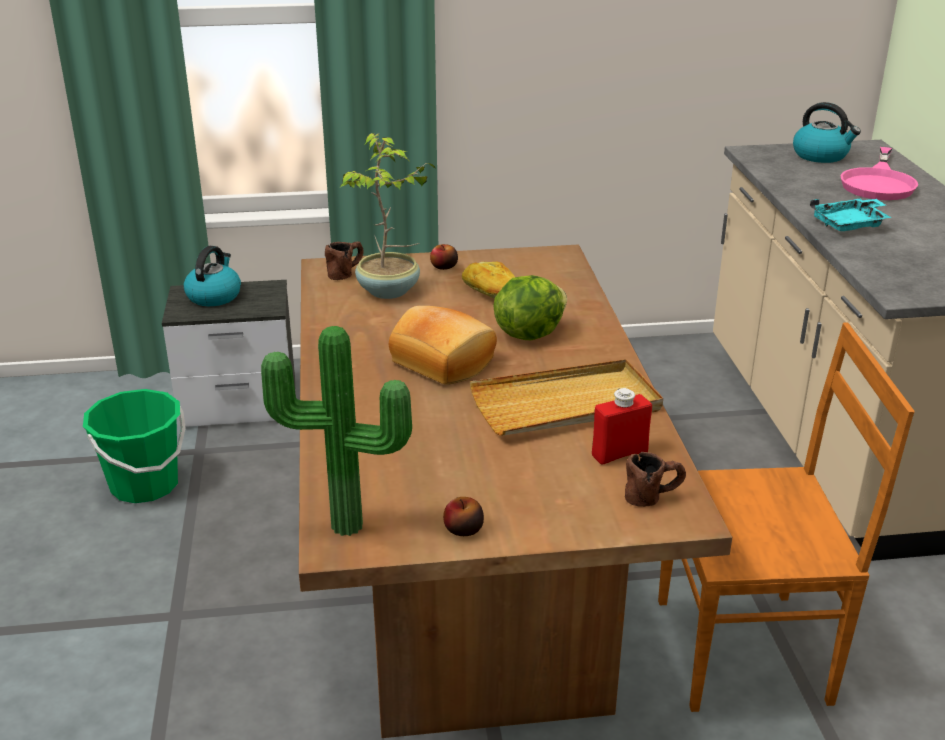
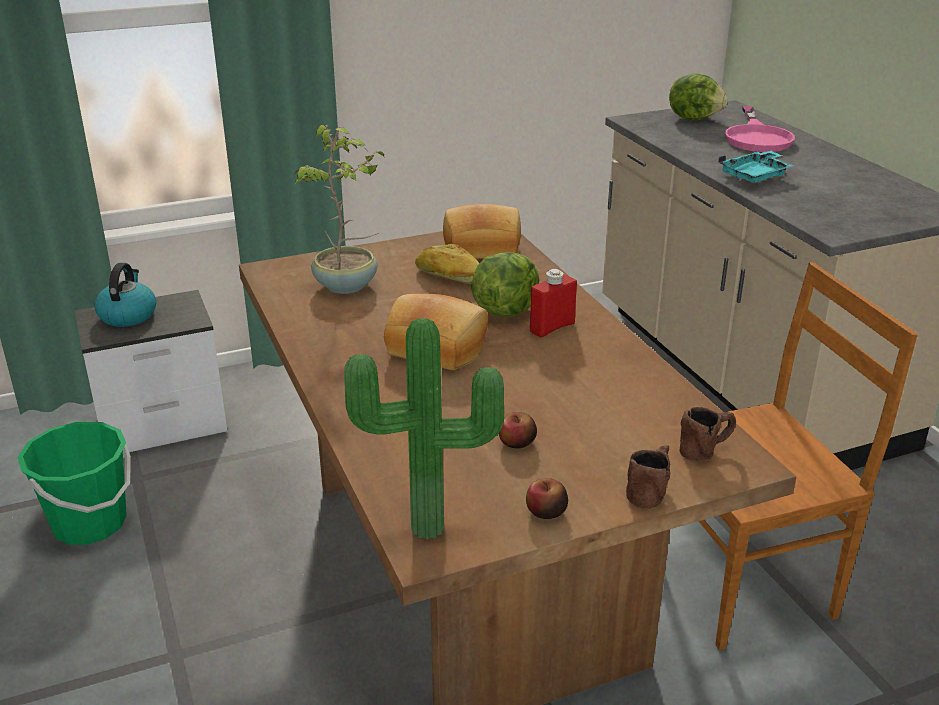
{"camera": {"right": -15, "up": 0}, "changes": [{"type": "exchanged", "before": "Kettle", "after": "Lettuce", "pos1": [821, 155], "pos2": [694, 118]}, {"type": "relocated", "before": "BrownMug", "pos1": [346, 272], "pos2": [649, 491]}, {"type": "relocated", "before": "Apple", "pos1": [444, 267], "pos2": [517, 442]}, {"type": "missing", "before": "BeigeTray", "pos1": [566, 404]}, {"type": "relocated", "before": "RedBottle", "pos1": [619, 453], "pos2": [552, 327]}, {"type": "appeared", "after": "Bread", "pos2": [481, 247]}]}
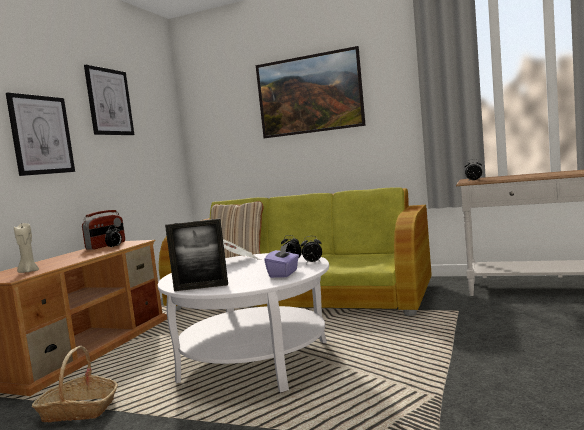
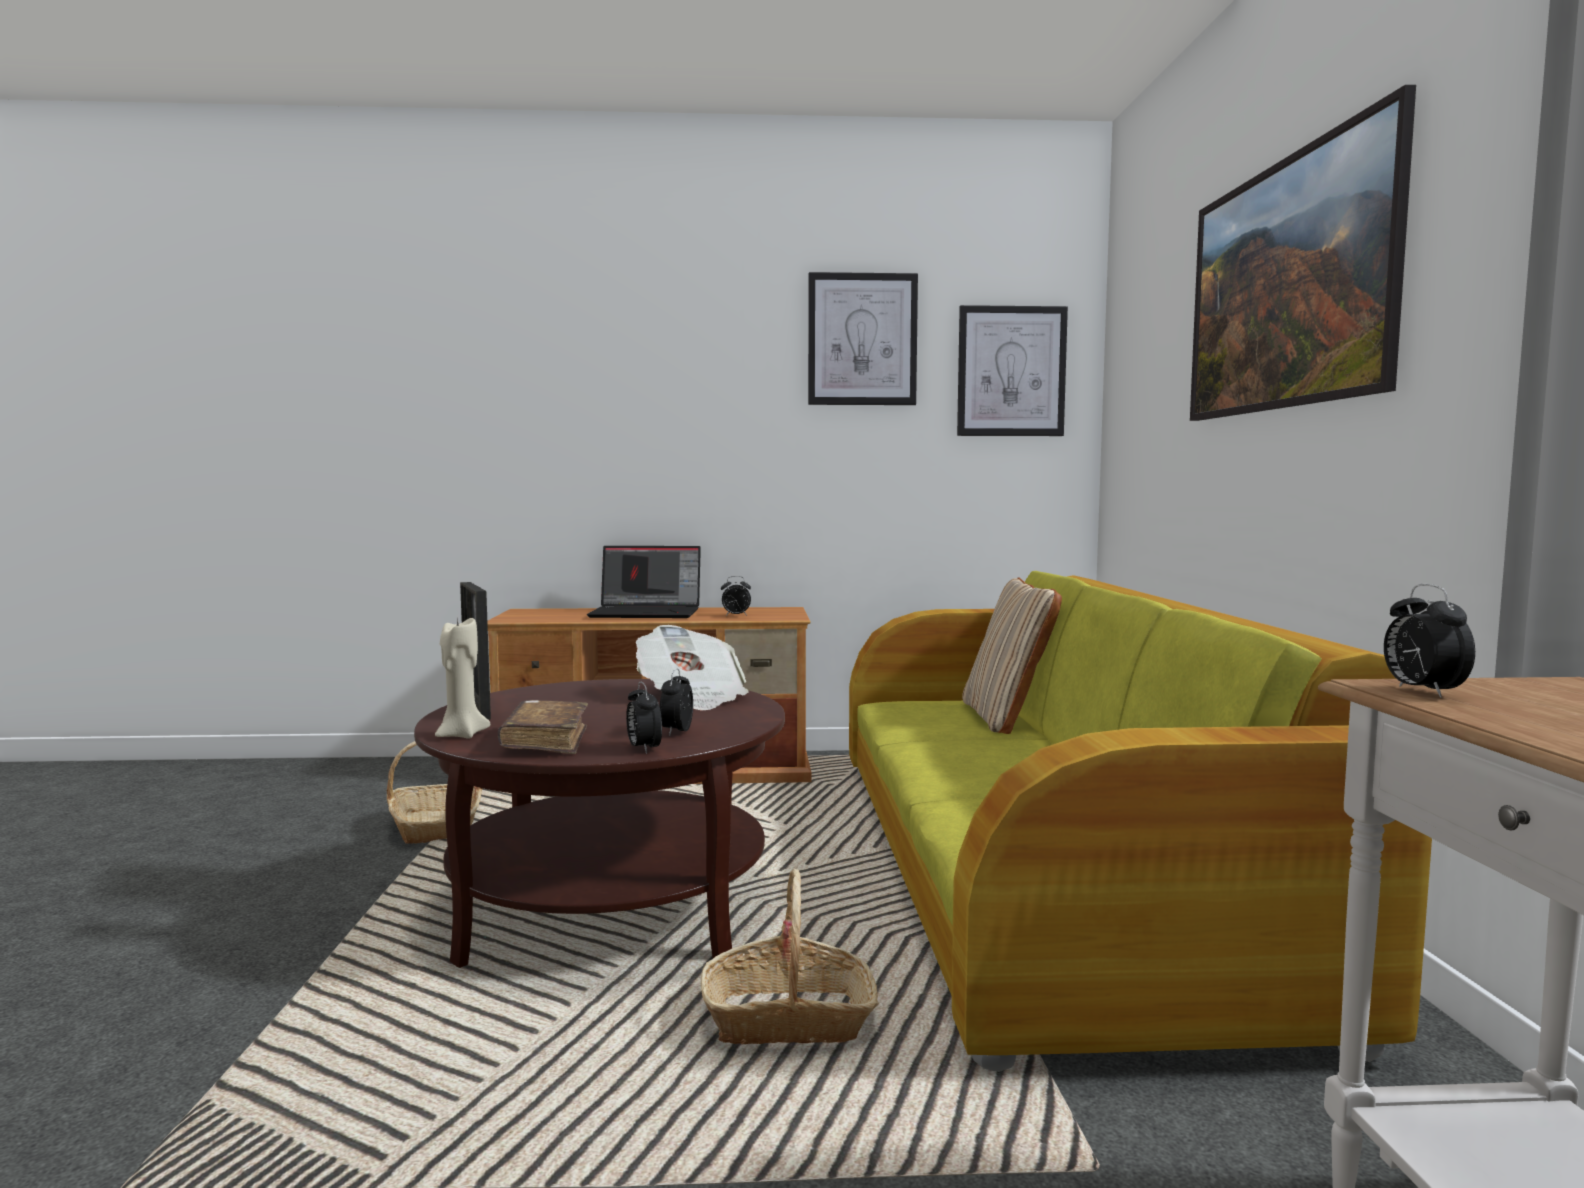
{"camera": {"right": 65, "up": 0}, "changes": [{"type": "relocated", "before": "Picture", "pos1": [41, 135], "pos2": [1011, 371]}, {"type": "missing", "before": "Radio", "pos1": [106, 245]}, {"type": "relocated", "before": "BeigeCandle", "pos1": [28, 272], "pos2": [461, 735]}, {"type": "exchanged", "before": "PurpleTissueBox", "after": "BrownBook", "pos1": [284, 274], "pos2": [546, 741]}, {"type": "colour", "before": "WhiteCoffeeTable", "after": "BrownCoffeeTable", "pos1": [255, 361], "pos2": [610, 907]}, {"type": "appeared", "after": "Laptop", "pos2": [647, 613]}, {"type": "appeared", "after": "Basket", "pos2": [788, 1019]}]}
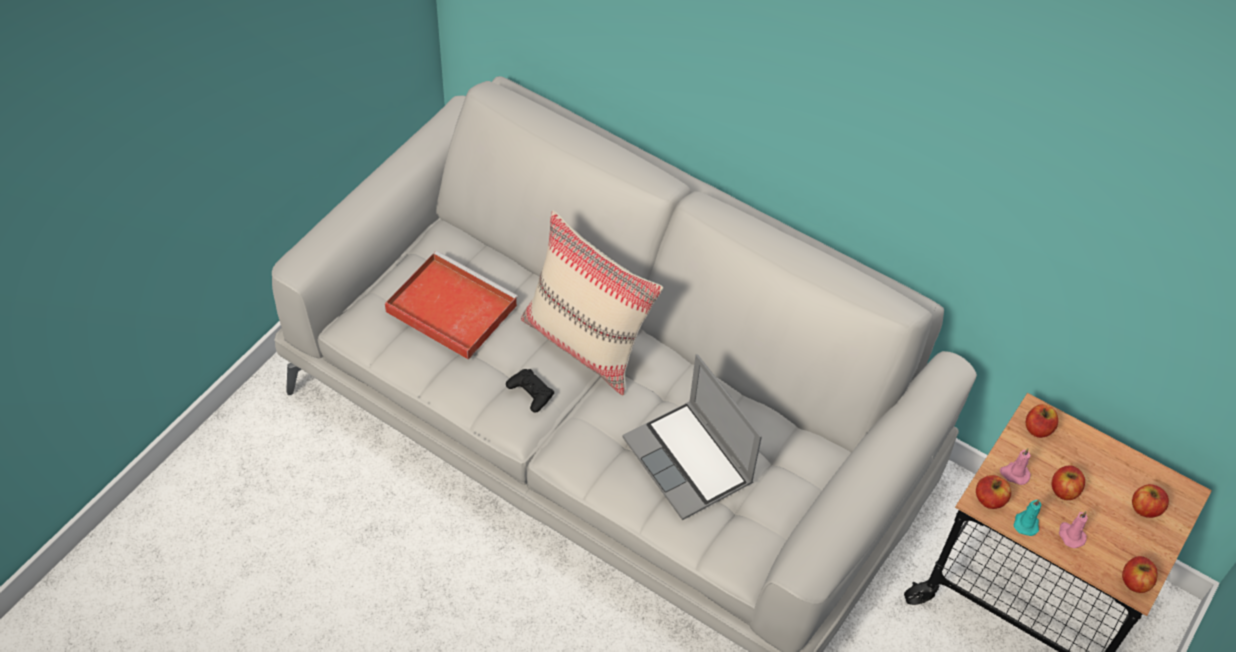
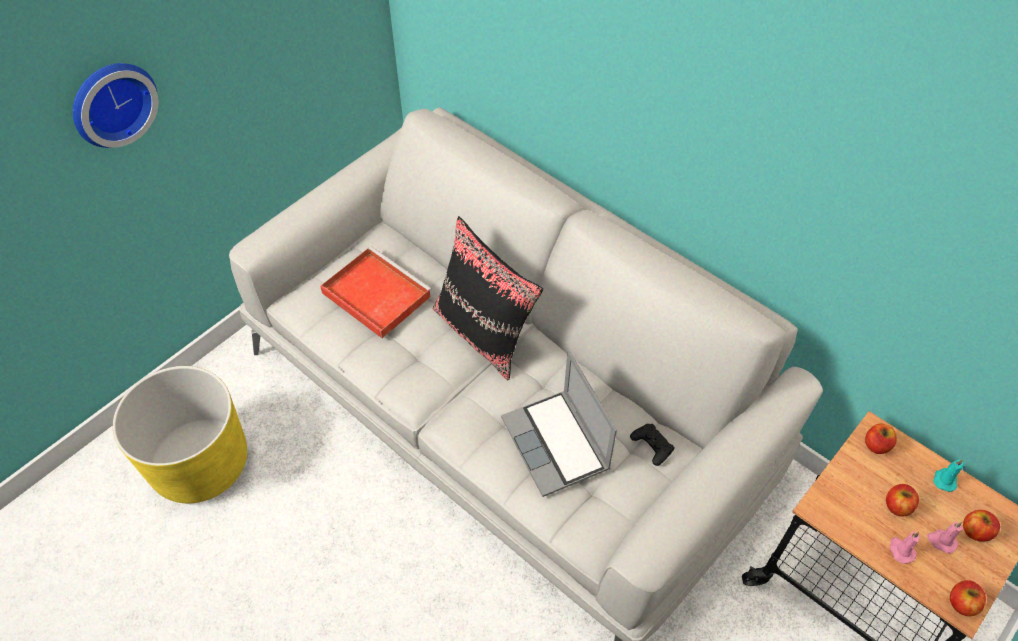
{"camera": {"right": 10, "up": 0}, "changes": [{"type": "colour", "before": "BeigePillow", "after": "BlackPillow", "pos1": [586, 344], "pos2": [484, 333]}, {"type": "relocated", "before": "BlackGameController", "pos1": [530, 392], "pos2": [652, 446]}, {"type": "relocated", "before": "PinkCandle", "pos1": [1014, 474], "pos2": [941, 541]}, {"type": "missing", "before": "Apple", "pos1": [989, 499]}, {"type": "relocated", "before": "TurquoiseCandle", "pos1": [1026, 523], "pos2": [944, 479]}, {"type": "appeared", "after": "WallClock", "pos2": [111, 102]}, {"type": "appeared", "after": "YellowPlanter", "pos2": [200, 463]}]}
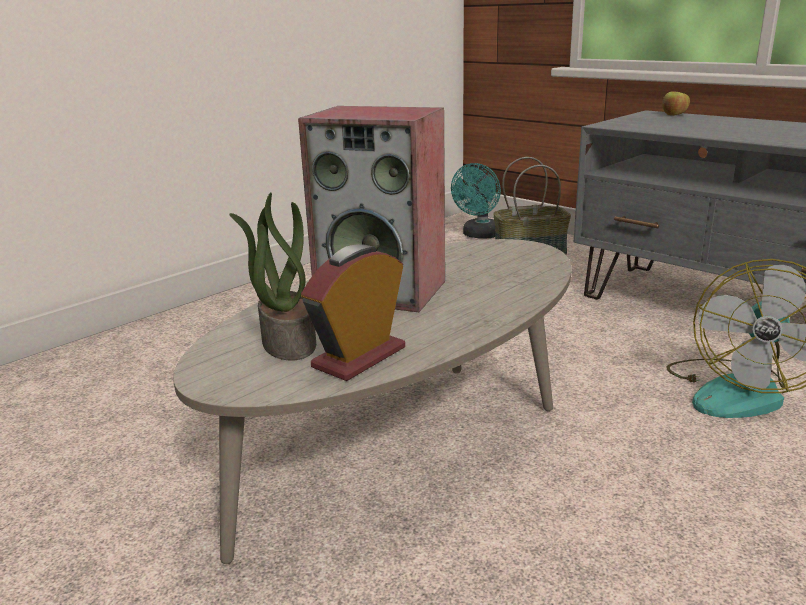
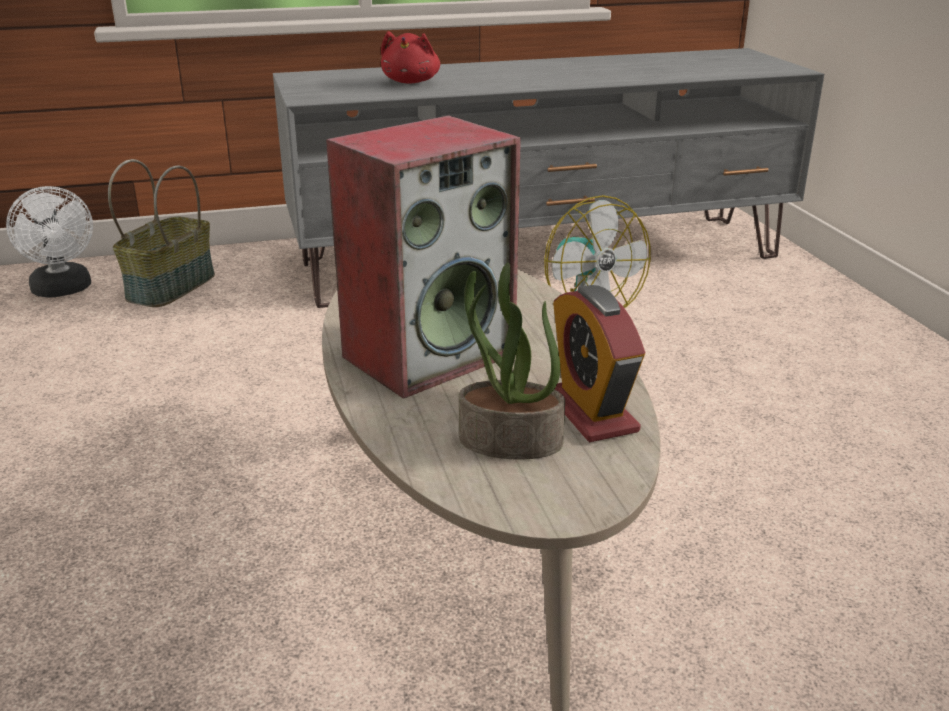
{"camera": {"right": -60, "up": 5}, "changes": [{"type": "missing", "before": "Apple", "pos1": [674, 115]}, {"type": "colour", "before": "TurquoiseFan", "after": "WhiteFan", "pos1": [479, 235], "pos2": [63, 290]}, {"type": "appeared", "after": "RedPlushToy", "pos2": [411, 82]}]}
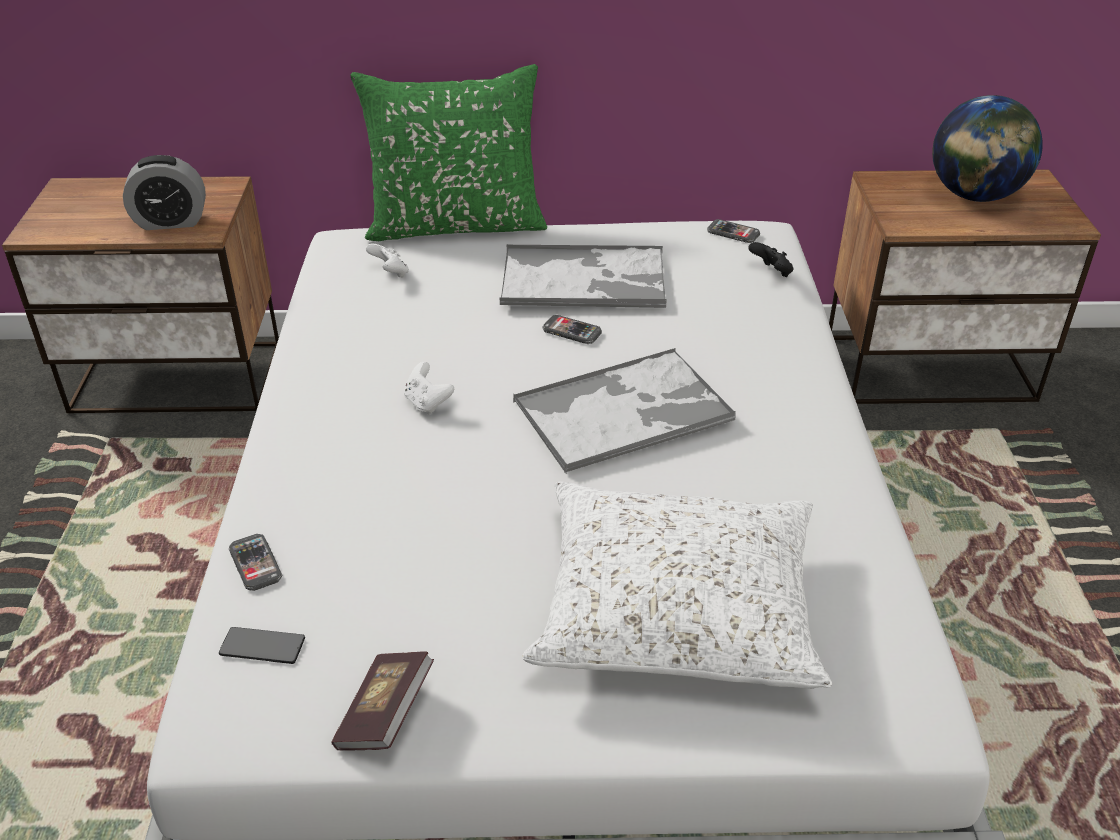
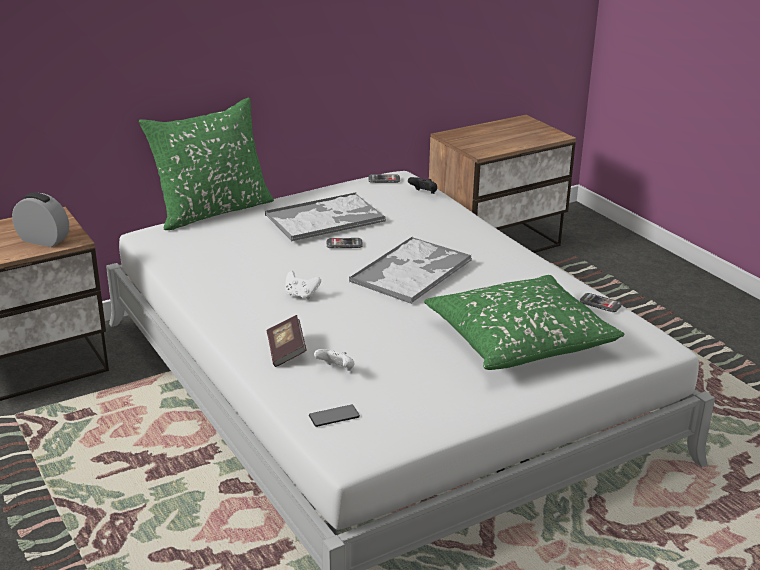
{"camera": {"right": -30, "up": -10}, "changes": [{"type": "missing", "before": "Globe", "pos1": [974, 196]}, {"type": "spun", "before": "AlarmClock", "pos1": [171, 222], "pos2": [43, 240], "turn": -120}, {"type": "relocated", "before": "WhiteGameController", "pos1": [390, 273], "pos2": [336, 370]}, {"type": "colour", "before": "WhitePillow", "after": "GreenPillow", "pos1": [677, 608], "pos2": [519, 340]}, {"type": "relocated", "before": "Phone", "pos1": [255, 564], "pos2": [600, 304]}, {"type": "relocated", "before": "Book", "pos1": [385, 715], "pos2": [286, 351]}]}
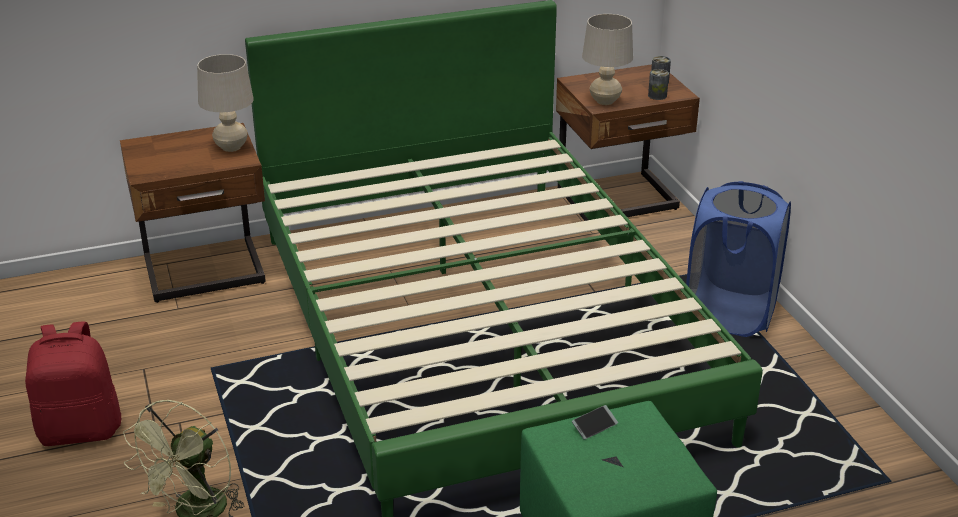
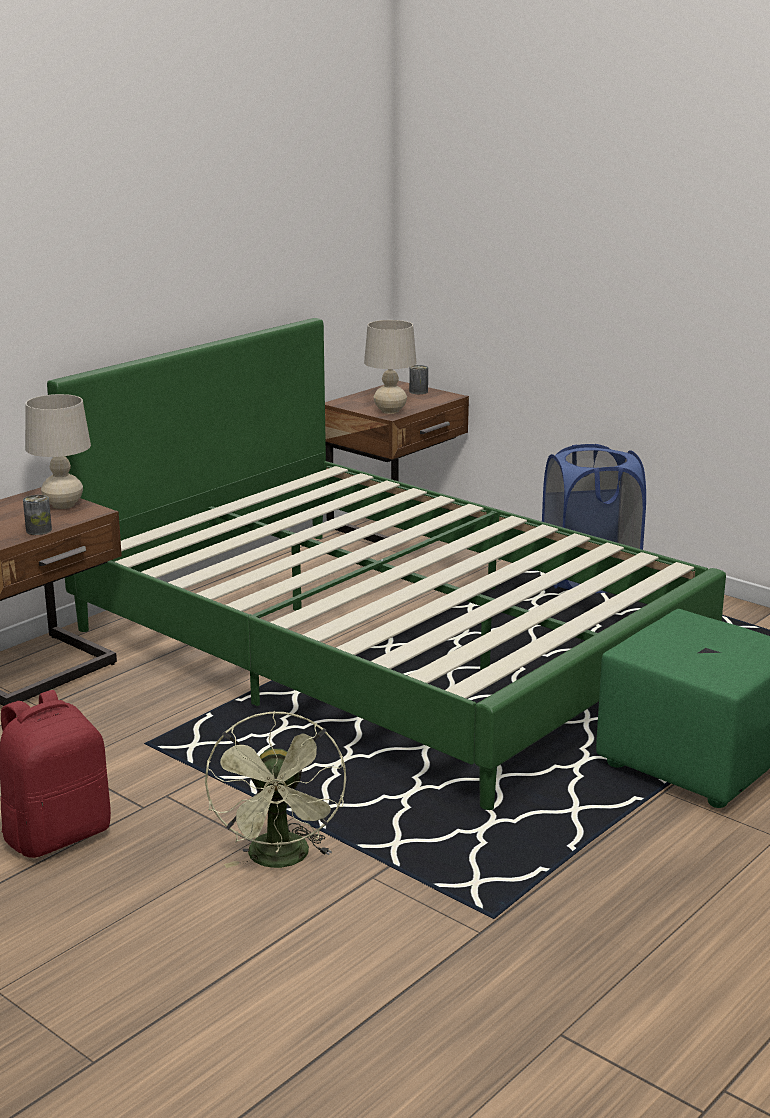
{"camera": {"right": -30, "up": -10}, "changes": [{"type": "relocated", "before": "Can", "pos1": [657, 96], "pos2": [39, 530]}, {"type": "missing", "before": "Phone", "pos1": [594, 426]}]}
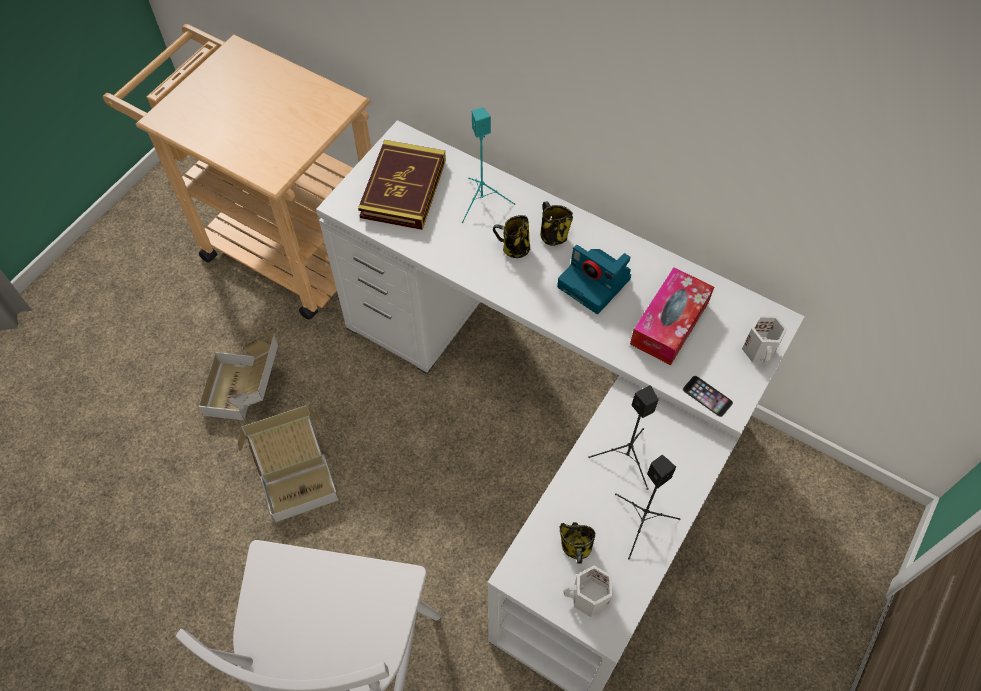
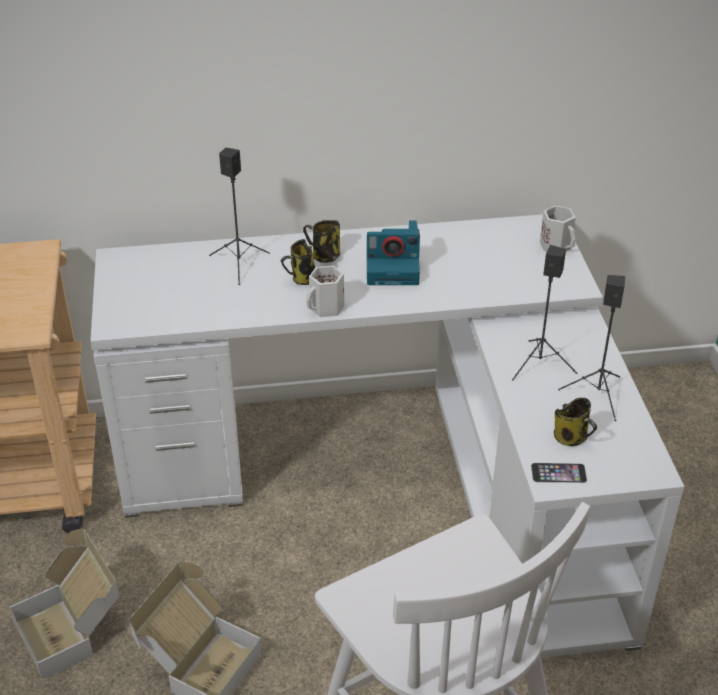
{"camera": {"right": -40, "up": -20}, "changes": [{"type": "colour", "before": "TurquoiseSpeaker", "after": "BlackSpeaker", "pos1": [482, 201], "pos2": [240, 263]}, {"type": "missing", "before": "Book", "pos1": [403, 189]}, {"type": "missing", "before": "TissueBox", "pos1": [669, 323]}, {"type": "relocated", "before": "Phone", "pos1": [707, 396], "pos2": [558, 473]}, {"type": "relocated", "before": "WhiteMug", "pos1": [588, 598], "pos2": [326, 308]}]}
